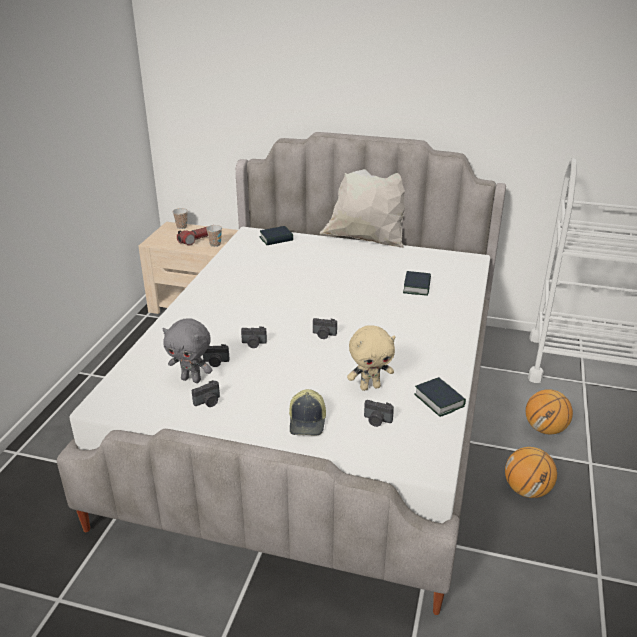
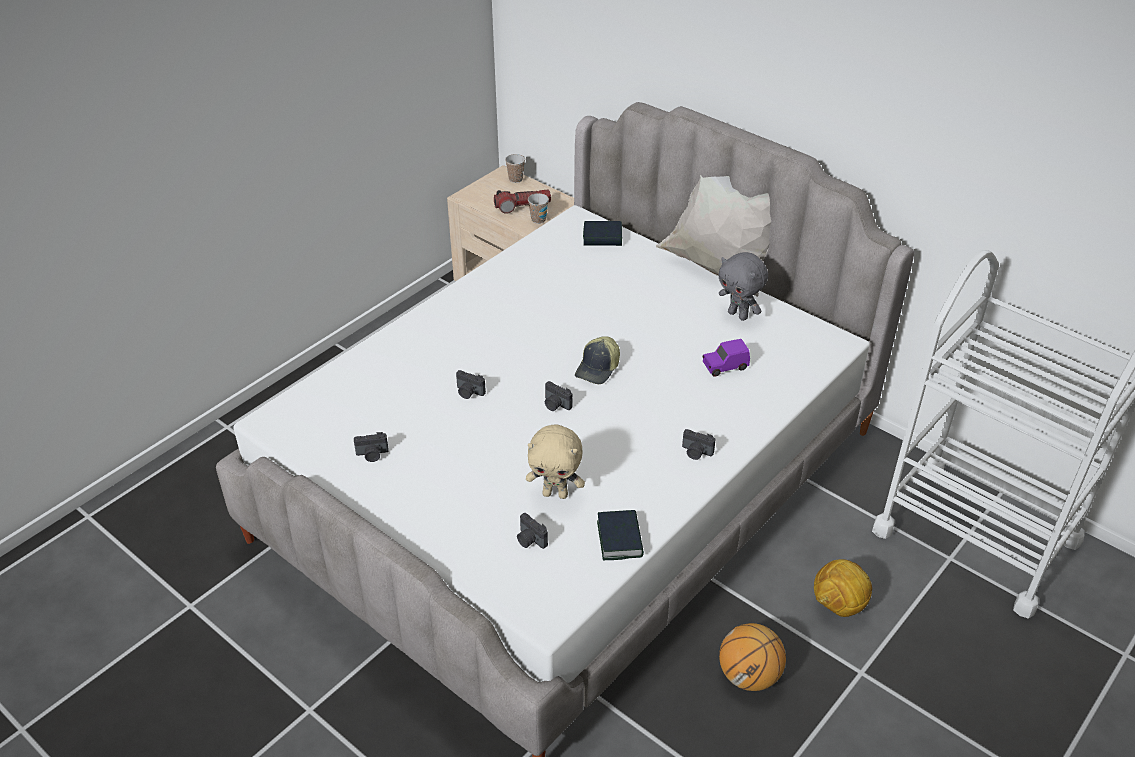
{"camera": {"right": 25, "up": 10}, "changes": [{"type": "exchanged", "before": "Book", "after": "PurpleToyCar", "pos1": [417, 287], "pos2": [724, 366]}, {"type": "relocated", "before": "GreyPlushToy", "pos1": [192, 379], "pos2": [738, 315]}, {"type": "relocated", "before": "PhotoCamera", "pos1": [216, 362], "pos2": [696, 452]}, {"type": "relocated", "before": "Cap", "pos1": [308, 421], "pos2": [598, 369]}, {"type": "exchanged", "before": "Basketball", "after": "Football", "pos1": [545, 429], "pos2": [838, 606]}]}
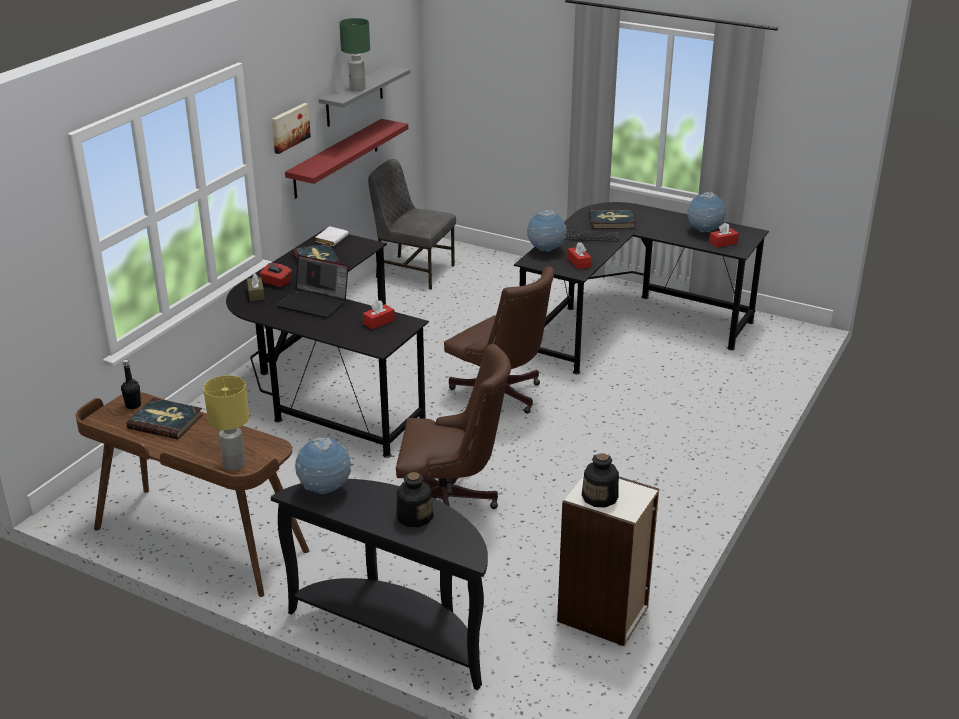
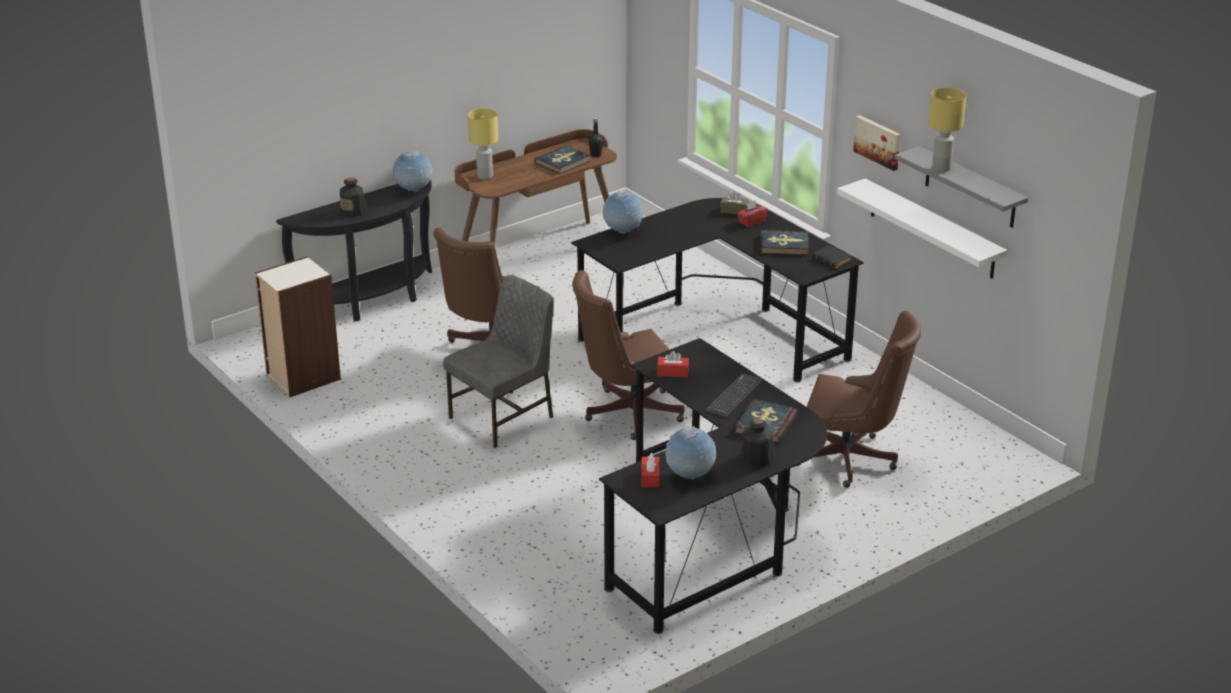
{"camera": {"right": 115, "up": 0}, "changes": [{"type": "colour", "before": "GreenTableLamp", "after": "YellowTableLamp", "pos1": [357, 88], "pos2": [940, 168]}, {"type": "colour", "before": "RedShelf", "after": "WhiteShelf", "pos1": [336, 158], "pos2": [932, 229]}, {"type": "relocated", "before": "GreyChair", "pos1": [413, 271], "pos2": [504, 417]}, {"type": "relocated", "before": "Globe", "pos1": [546, 250], "pos2": [623, 232]}, {"type": "colour", "before": "WhiteBook", "after": "BlackBook", "pos1": [331, 239], "pos2": [833, 260]}, {"type": "missing", "before": "Laptop", "pos1": [315, 303]}, {"type": "missing", "before": "RedTissueBox", "pos1": [379, 322]}, {"type": "relocated", "before": "Bottle", "pos1": [600, 497], "pos2": [756, 458]}, {"type": "appeared", "after": "BrownOfficeChair", "pos2": [852, 461]}]}
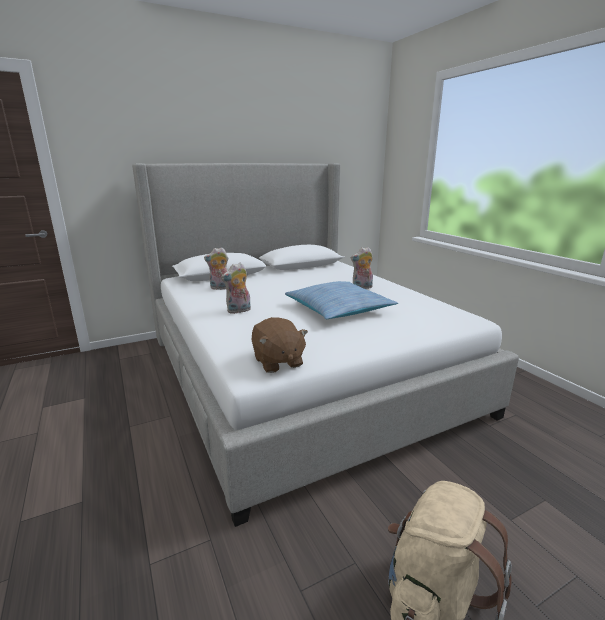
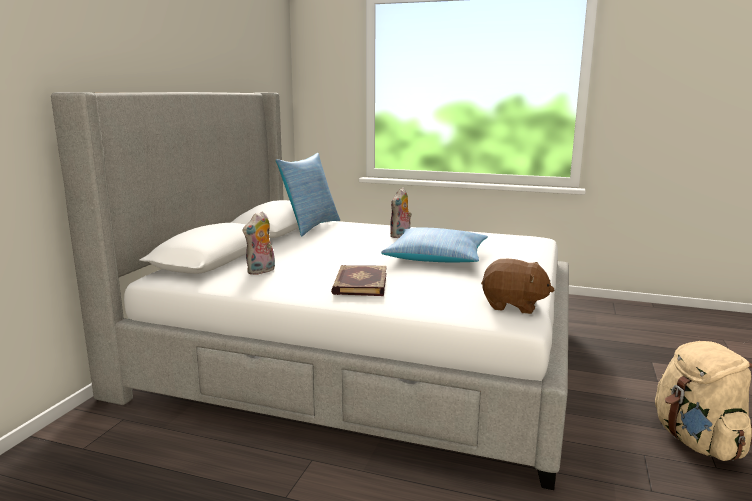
{"camera": {"right": -45, "up": -5}, "changes": [{"type": "exchanged", "before": "PlushToy", "after": "Book", "pos1": [239, 311], "pos2": [359, 283]}, {"type": "appeared", "after": "Pillow", "pos2": [310, 227]}]}
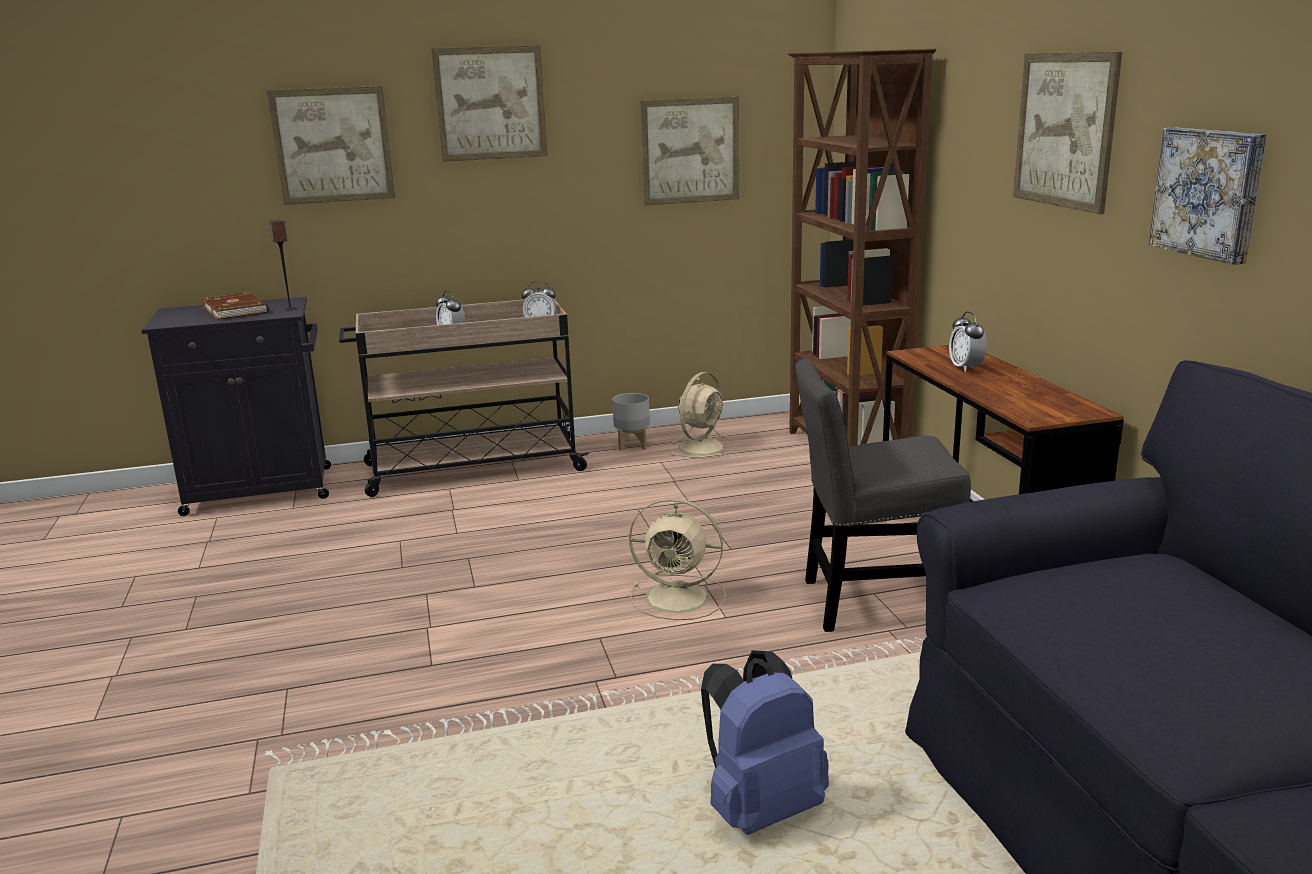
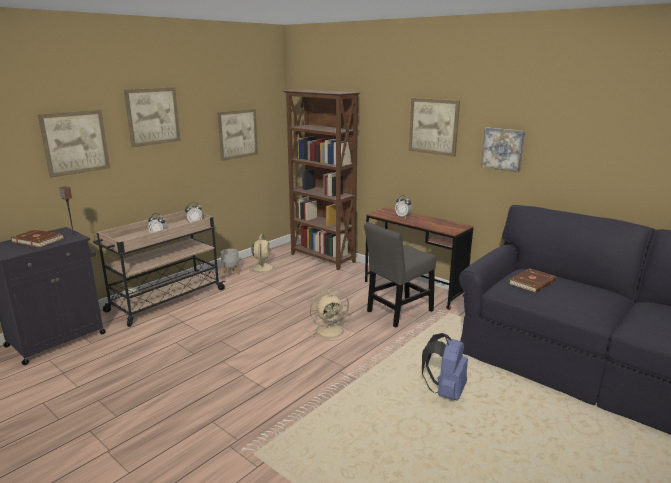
{"camera": {"right": -35, "up": 0}, "changes": [{"type": "appeared", "after": "BrownBook", "pos2": [533, 282]}]}
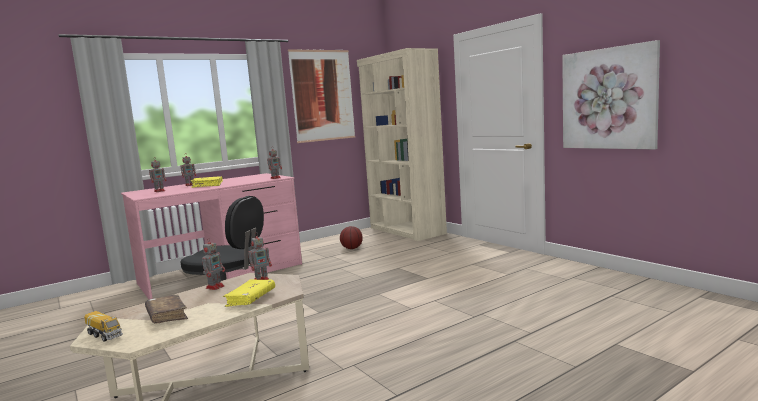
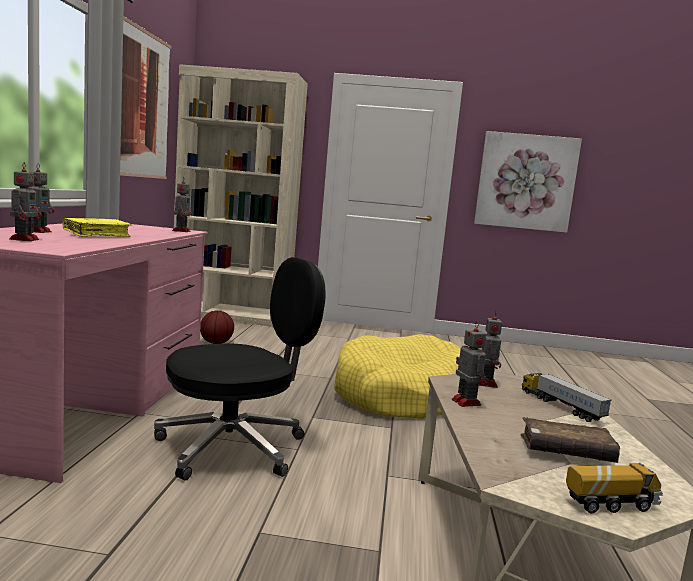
{"camera": {"right": -50, "up": 0}, "changes": [{"type": "exchanged", "before": "YellowBook", "after": "ToyTruck", "pos1": [251, 299], "pos2": [560, 406]}, {"type": "appeared", "after": "YellowDogBed", "pos2": [403, 395]}]}
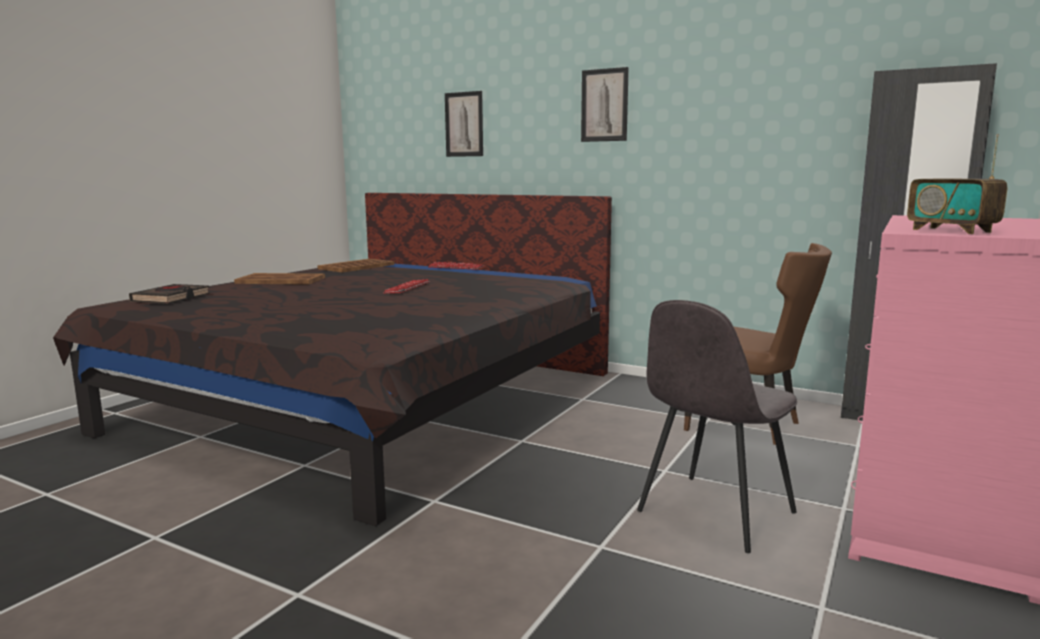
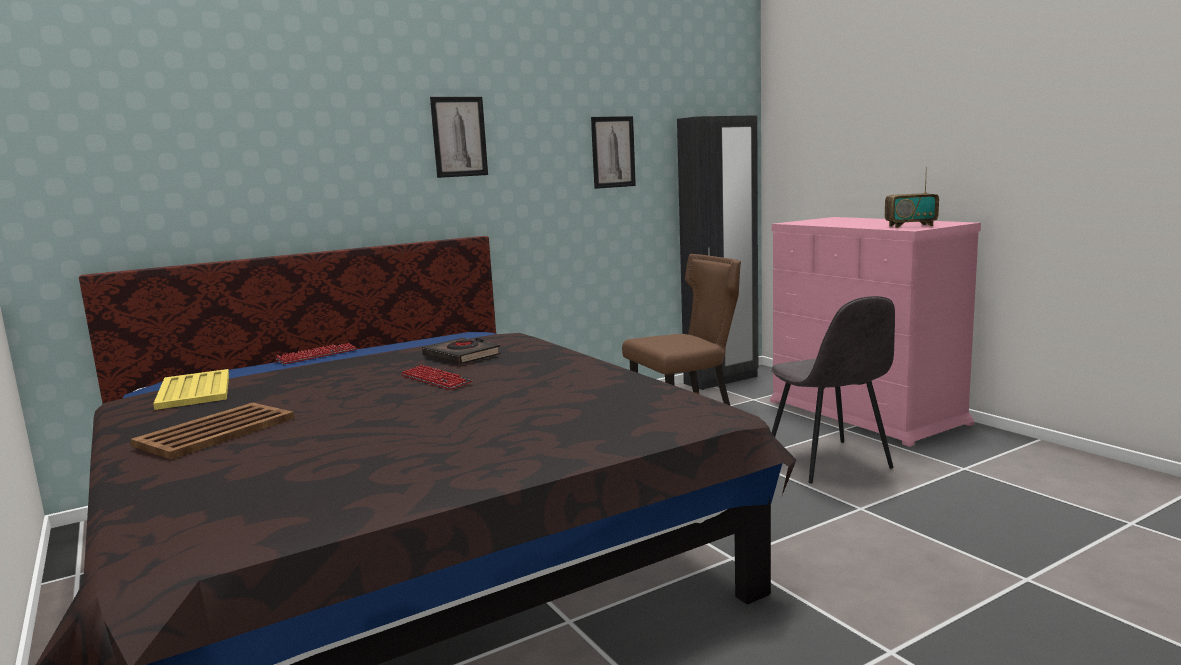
{"camera": {"right": -60, "up": 0}, "changes": [{"type": "relocated", "before": "Picture", "pos1": [464, 124], "pos2": [613, 152]}, {"type": "colour", "before": "BrownTray", "after": "YellowTray", "pos1": [357, 266], "pos2": [195, 390]}, {"type": "relocated", "before": "BlackBook", "pos1": [171, 299], "pos2": [462, 356]}]}
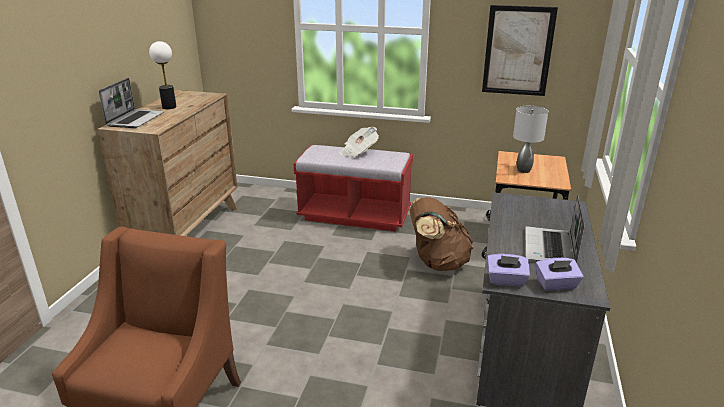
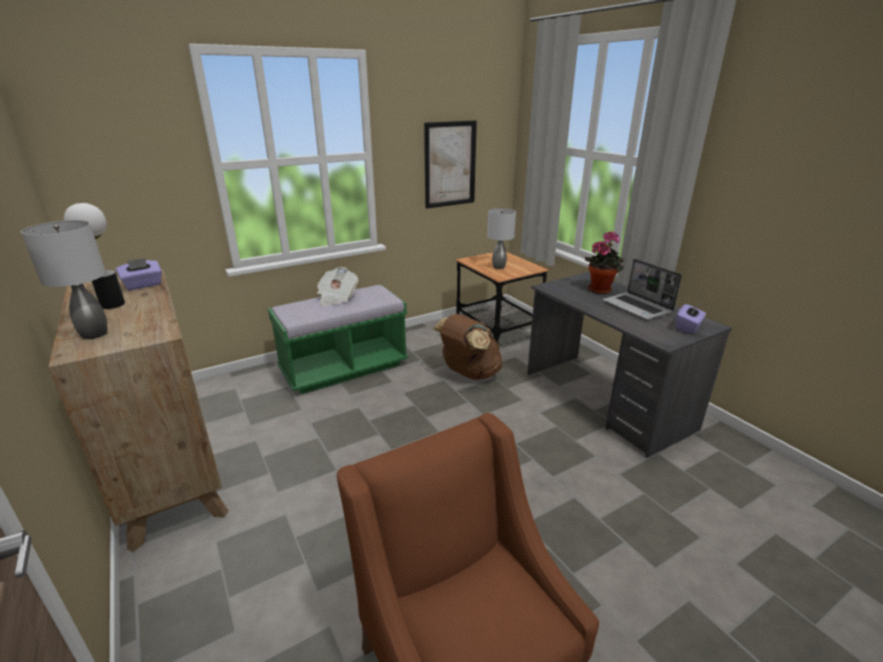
{"camera": {"right": -45, "up": 0}, "changes": [{"type": "exchanged", "before": "Laptop", "after": "GreyTableLamp", "pos1": [135, 119], "pos2": [93, 334]}, {"type": "colour", "before": "RedBench", "after": "GreenBench", "pos1": [354, 215], "pos2": [344, 368]}, {"type": "relocated", "before": "PurpleTissueBox", "pos1": [506, 280], "pos2": [143, 285]}, {"type": "appeared", "after": "PottedPlant", "pos2": [601, 289]}]}
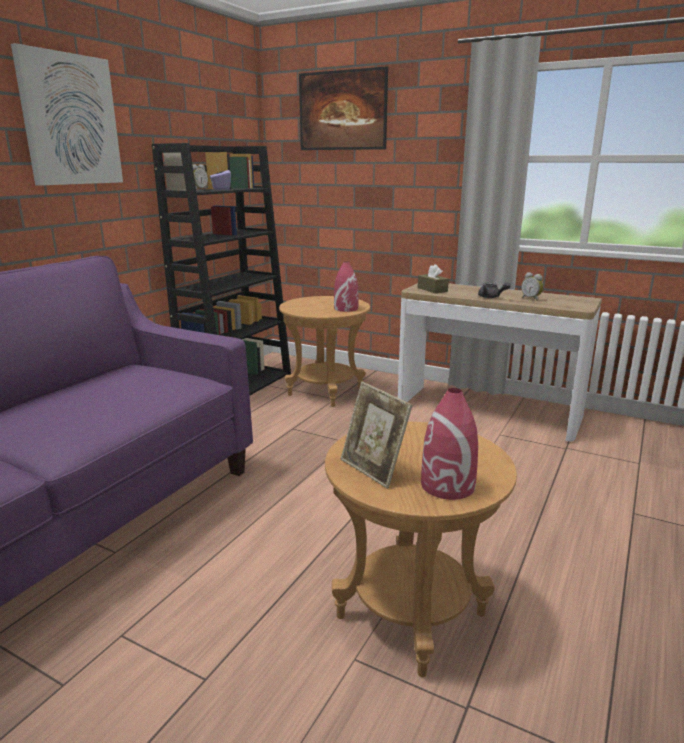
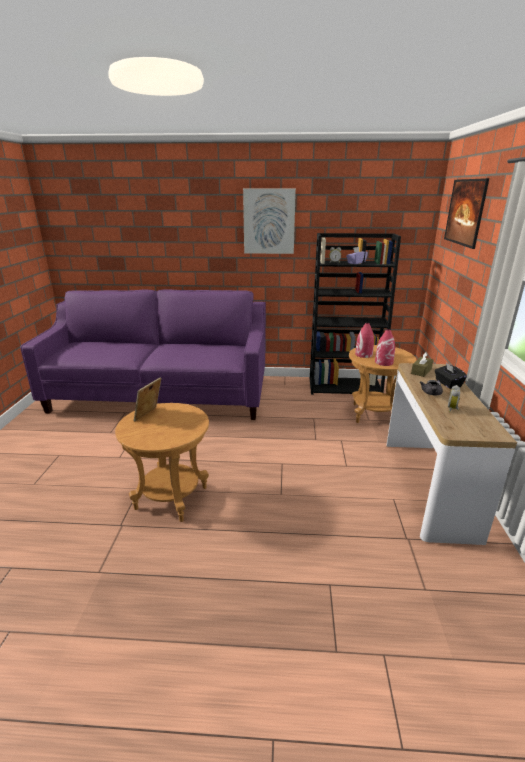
{"camera": {"right": 65, "up": 5}, "changes": [{"type": "relocated", "before": "RedVase", "pos1": [448, 486], "pos2": [363, 354]}, {"type": "appeared", "after": "BlackTissueBox", "pos2": [447, 383]}]}
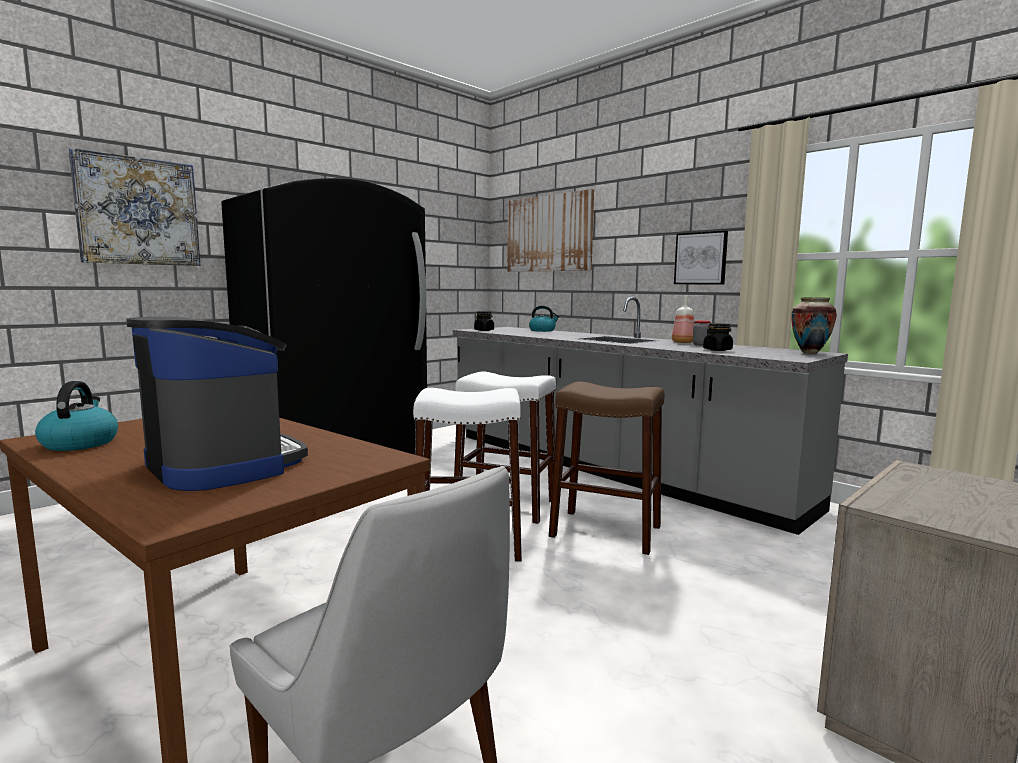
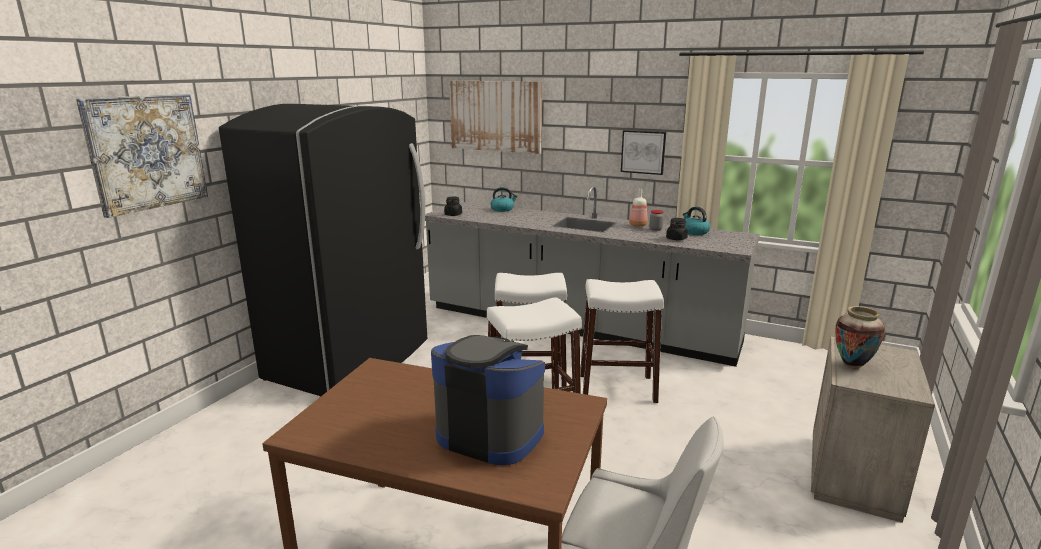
{"camera": {"right": -20, "up": 10}, "changes": [{"type": "relocated", "before": "Vase", "pos1": [809, 353], "pos2": [852, 365]}, {"type": "relocated", "before": "Kettle", "pos1": [80, 443], "pos2": [694, 232]}, {"type": "colour", "before": "BrownStool", "after": "WhiteStool", "pos1": [606, 531], "pos2": [617, 388]}]}
